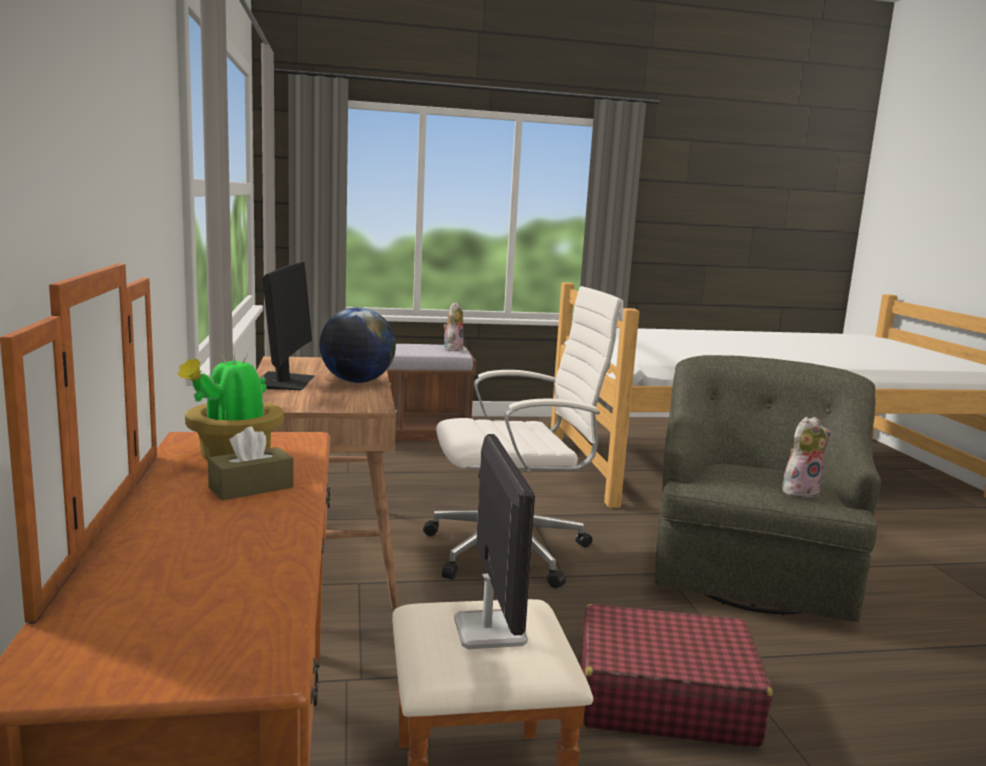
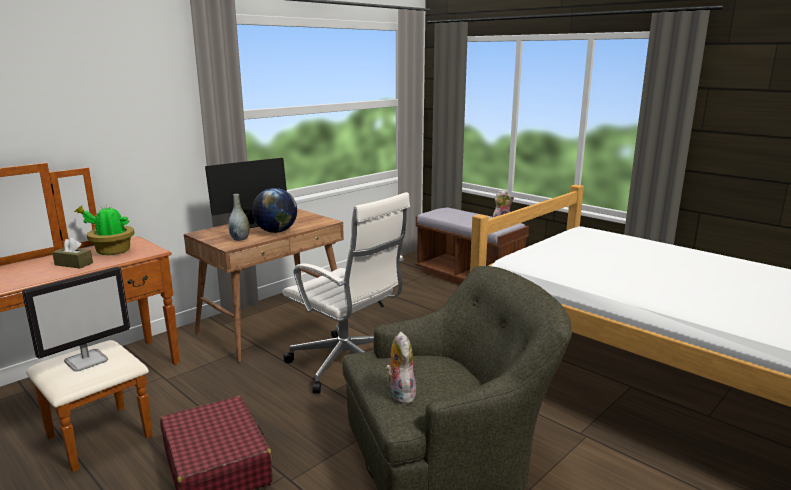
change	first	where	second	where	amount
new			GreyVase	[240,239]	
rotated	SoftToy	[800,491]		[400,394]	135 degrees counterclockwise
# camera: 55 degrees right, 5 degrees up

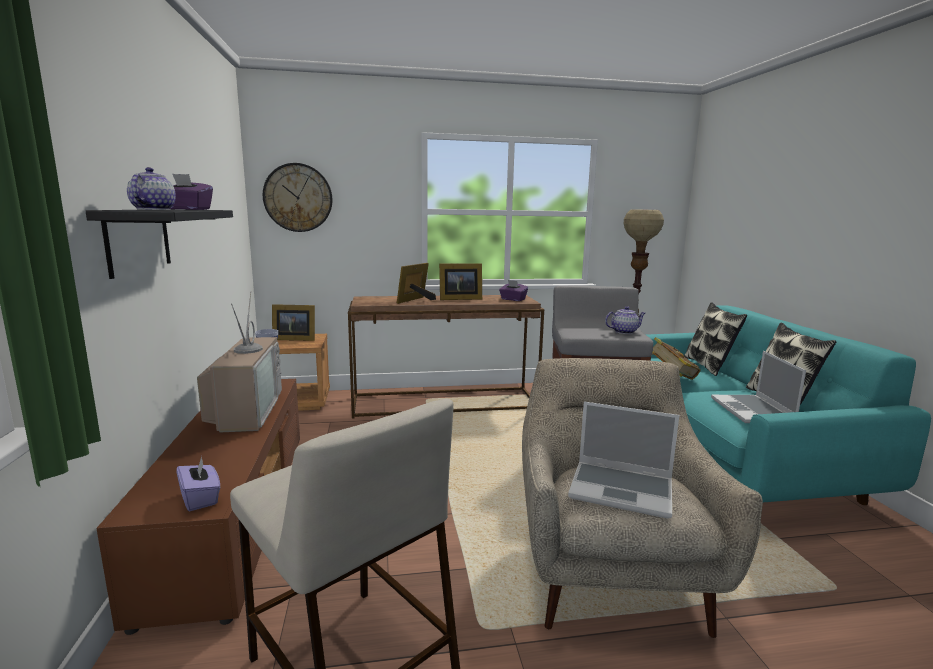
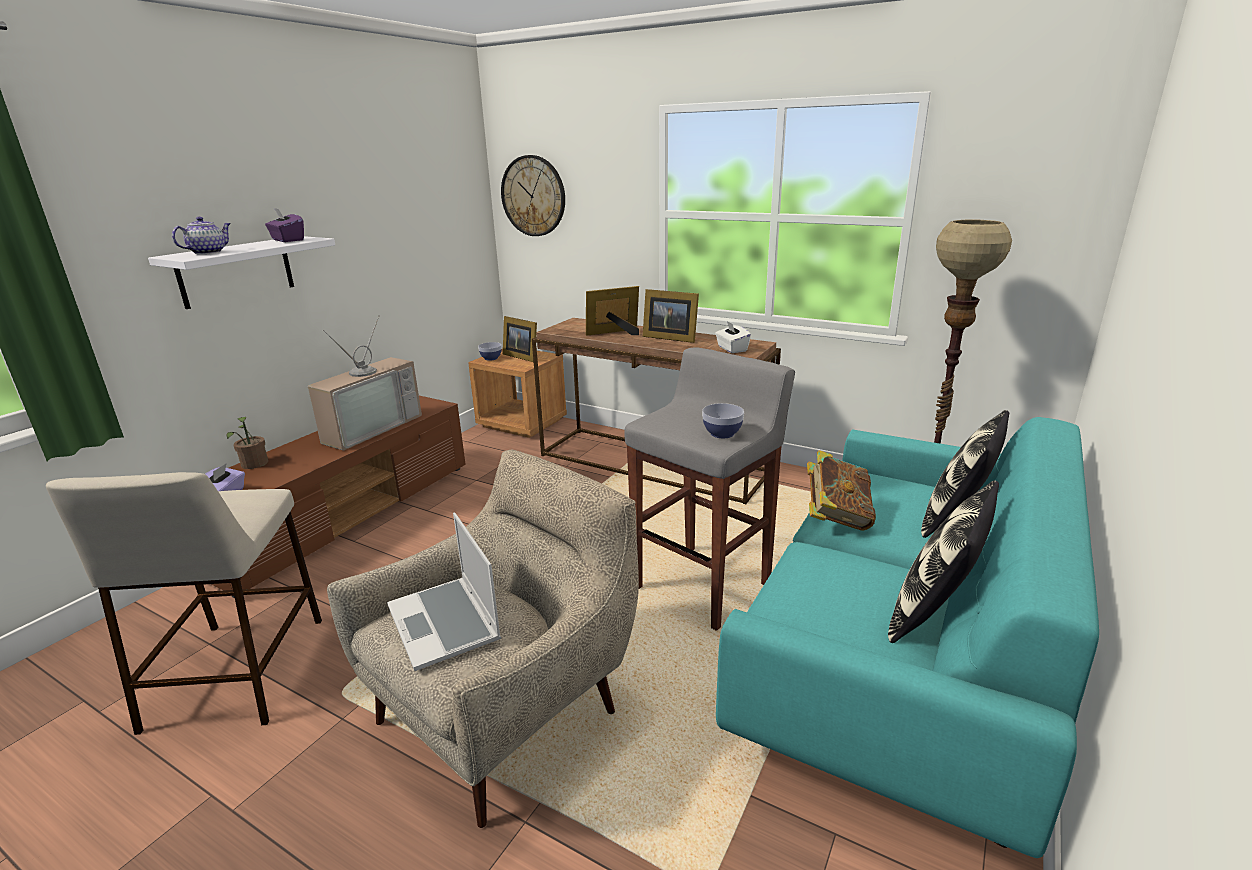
change	first	where	second	where	amount
gone	NotebookComputer	[753,411]			
new			PottedPlant	[254,465]	
swapped	PotForTea	[624,332]	DeepDish	[722,433]	
repainted	BlackColouredBracketShelf	[138,240]	WhiteBracketShelf	[236,271]	
repainted	PurpleBoxOfTissues	[513,299]	WhiteBoxOfTissues	[731,349]	
# camera: 40 degrees right, 10 degrees up

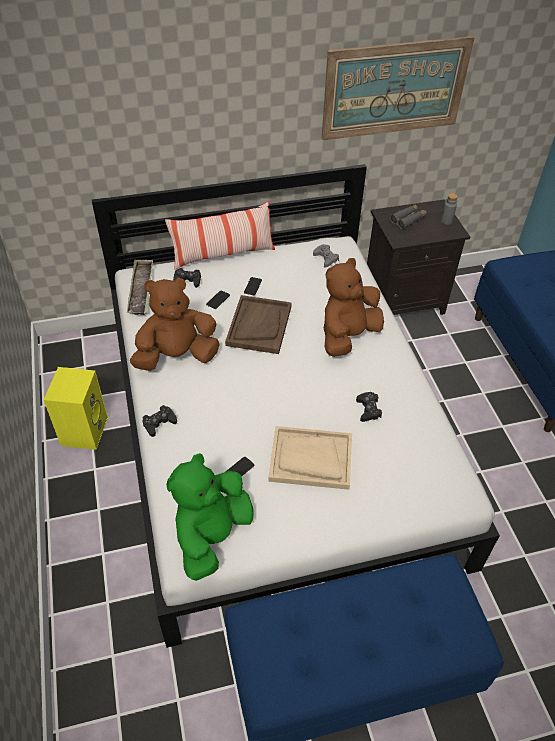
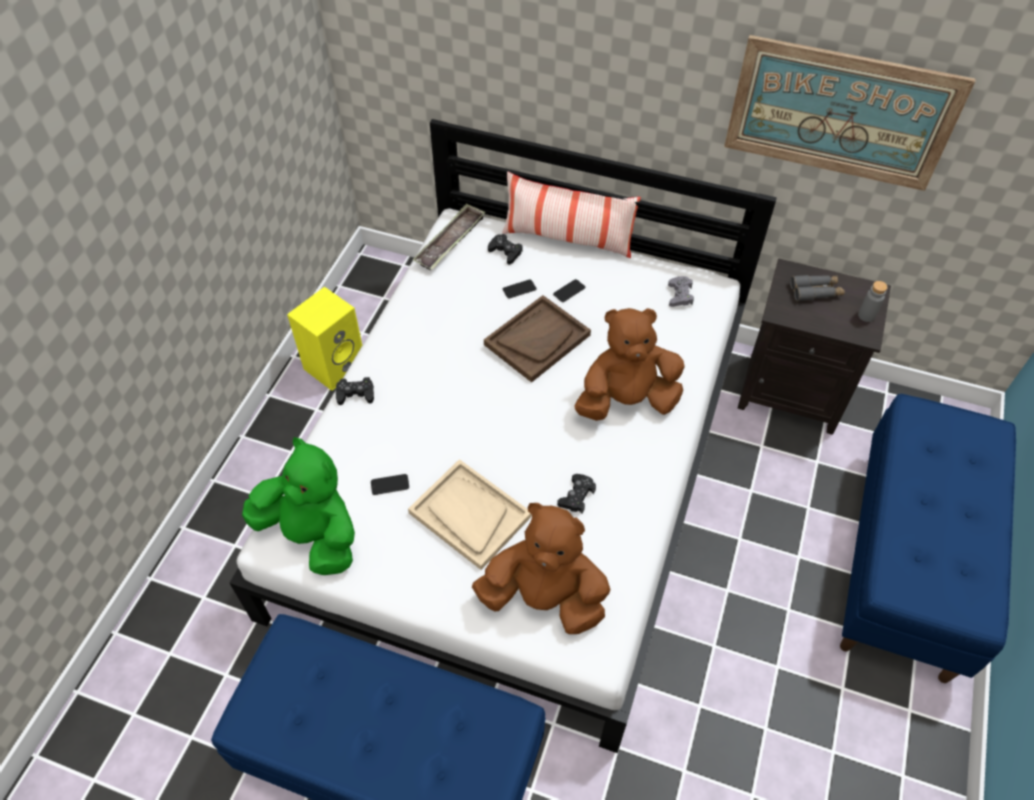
change	first	where	second	where	amount
shifted	BrownColouredSoftToy	[177,356]		[544,598]	
rotated	GreenishSoftToy	[212,535]		[313,535]	60 degrees clockwise
# camera: 35 degrees right, 5 degrees up

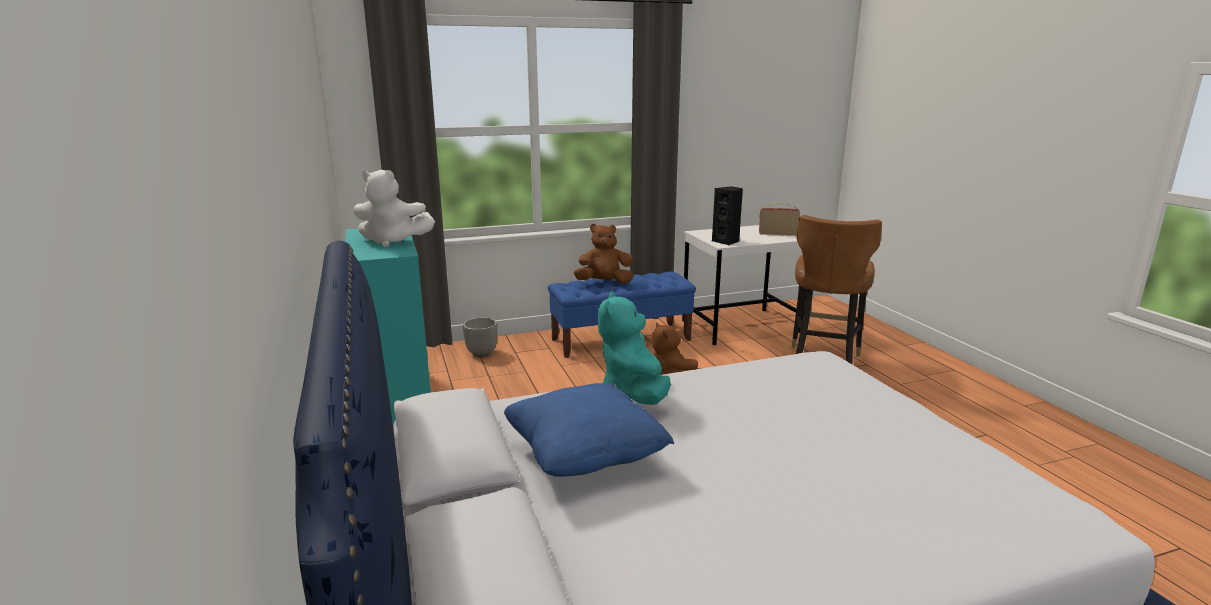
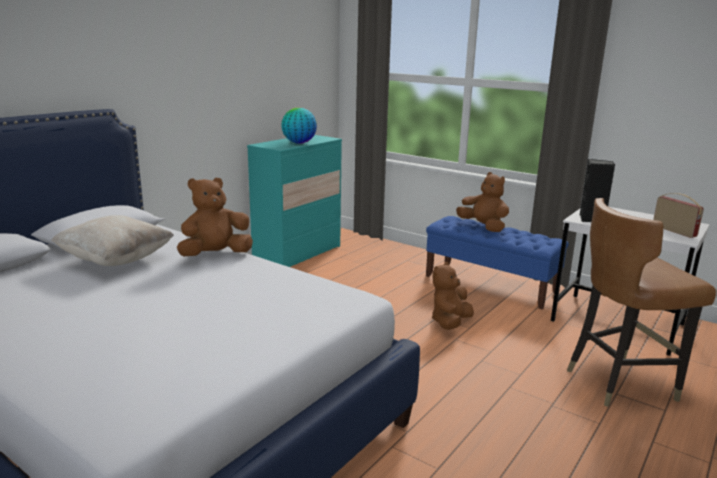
change	first	where	second	where	amount
gone	FlowerPot	[482,353]			
swapped	WhiteSoftToy	[393,241]	DeskGlobe	[299,143]	
repainted	BlueColouredCushion	[585,458]	BeigeCushion	[116,261]	
repainted	TurquoiseColouredSoftToy	[634,393]	BrownColouredSoftToy	[215,255]	
# camera: 55 degrees right, 0 degrees up

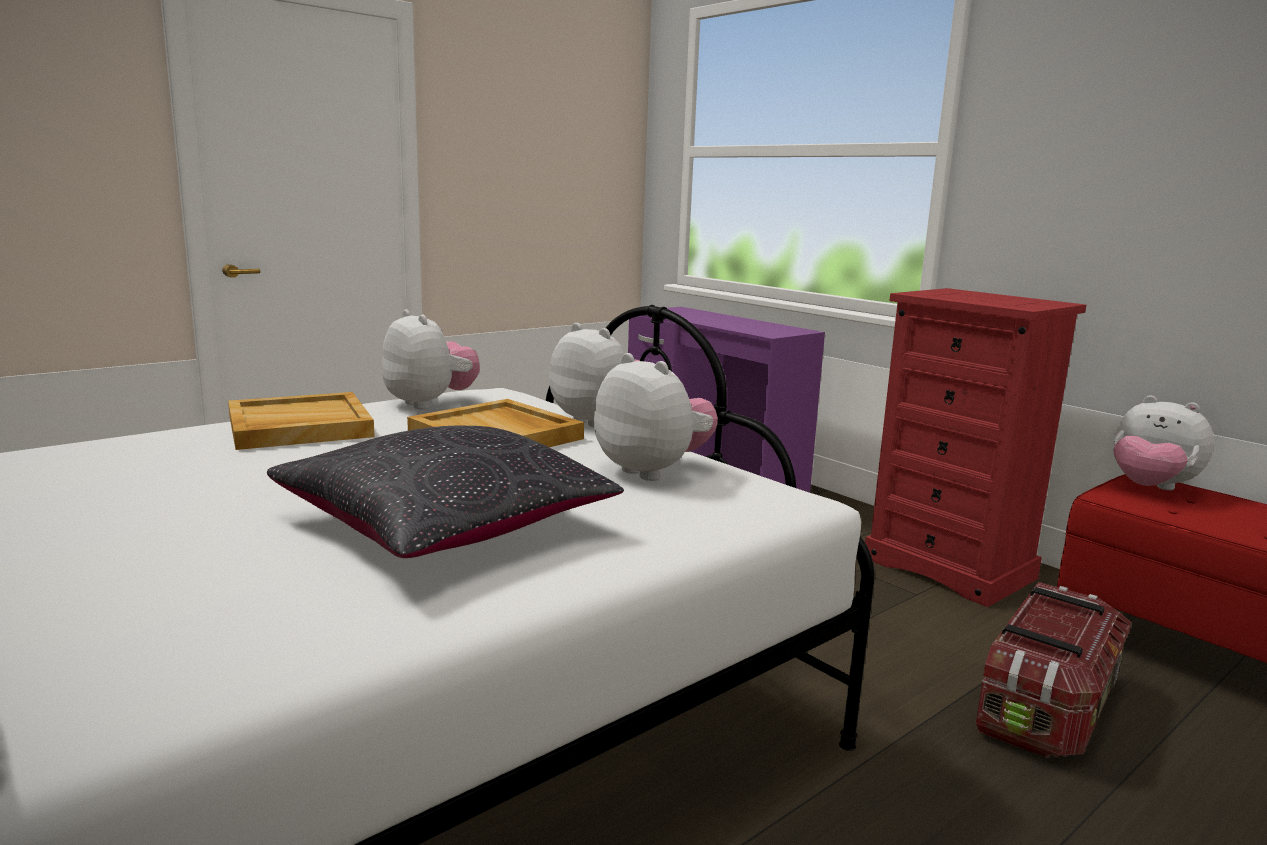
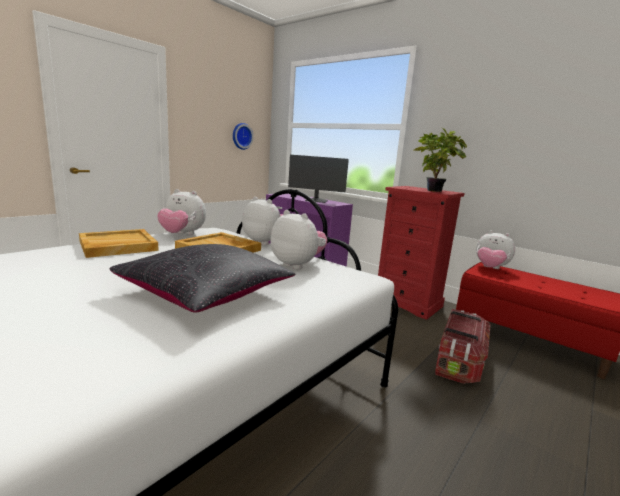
change	first	where	second	where	amount
new			ClockOnTheWall	[241,136]	
new			ComputerScreen	[316,201]	
new			PottedPlant	[434,191]	
rotated	SoftToy	[430,403]		[182,234]	150 degrees clockwise
# camera: 10 degrees left, 0 degrees up

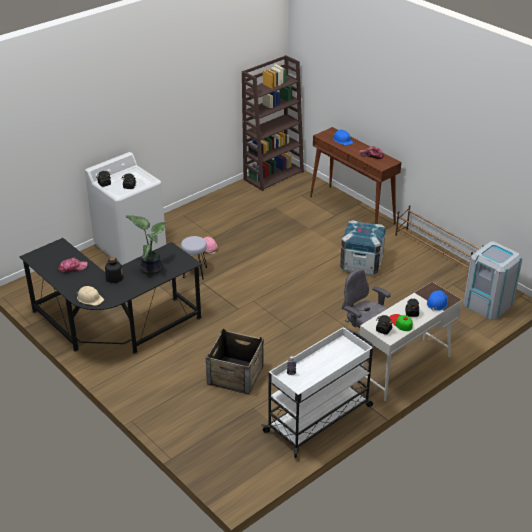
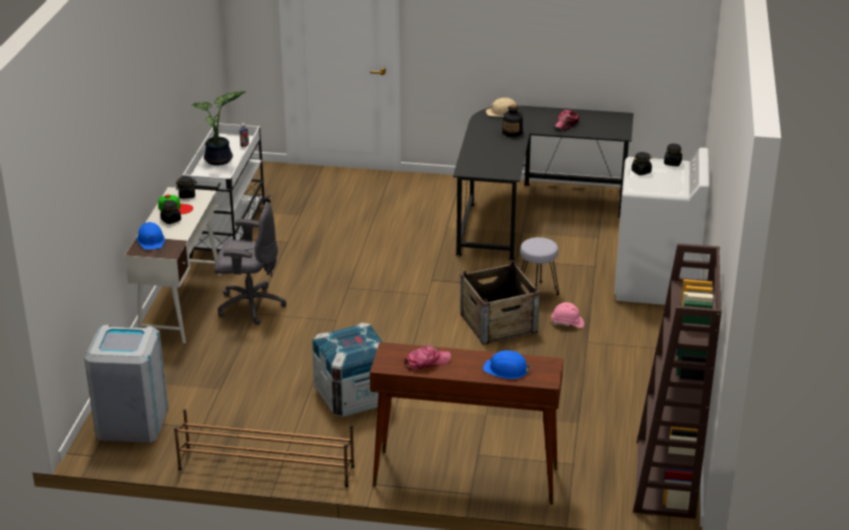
change	first	where	second	where	amount
shifted	PottedPlant	[151,268]		[220,160]	
shifted	PackingCrate	[236,375]		[498,323]	
# camera: 140 degrees right, 5 degrees down

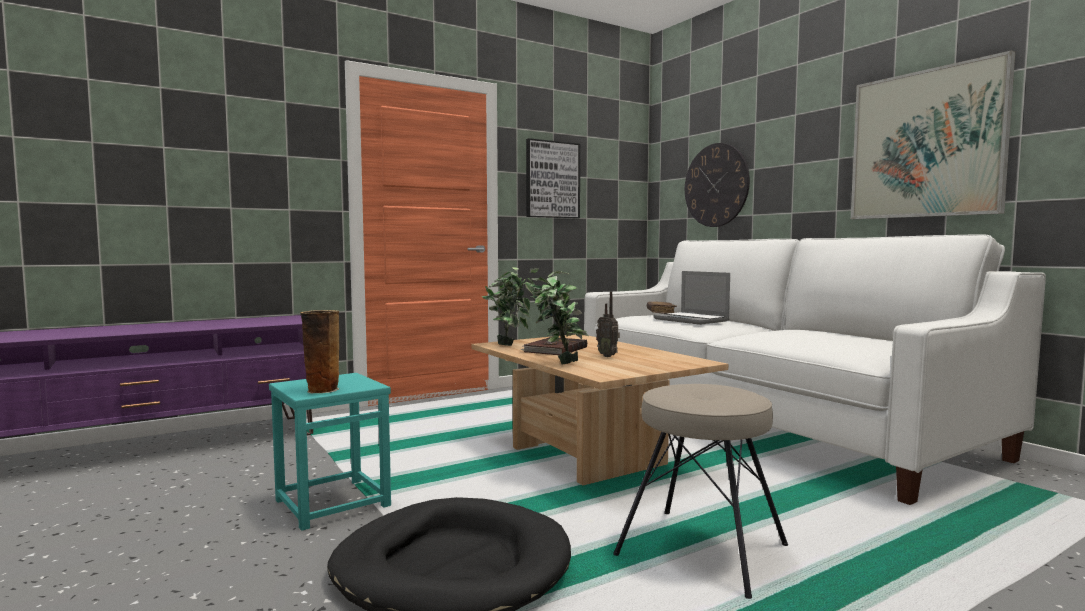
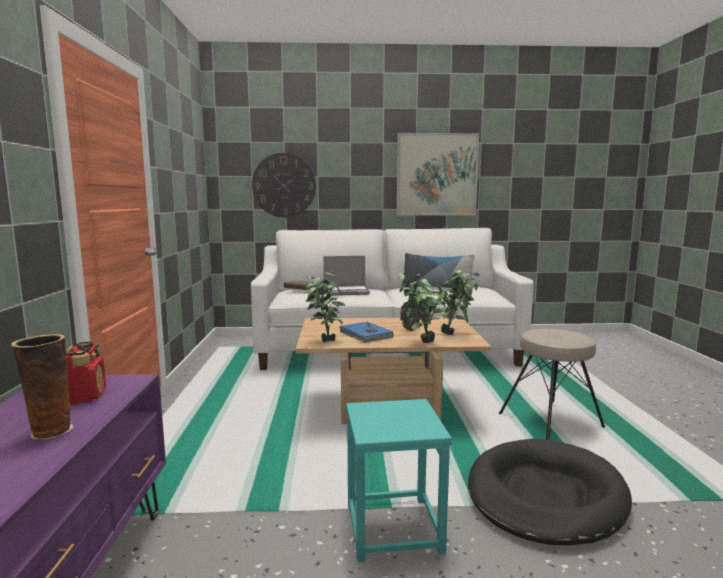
change	first	where	second	where	amount
gone	Picture	[552,180]			
new			Radio	[87,396]	
new			Cushion	[437,287]	
new			PottedPlant	[455,334]	
shifted	Vase	[322,390]		[49,431]	
repainted	BrownColouredBook	[554,349]	BlueColouredBook	[365,334]	
# camera: 60 degrees left, 5 degrees up

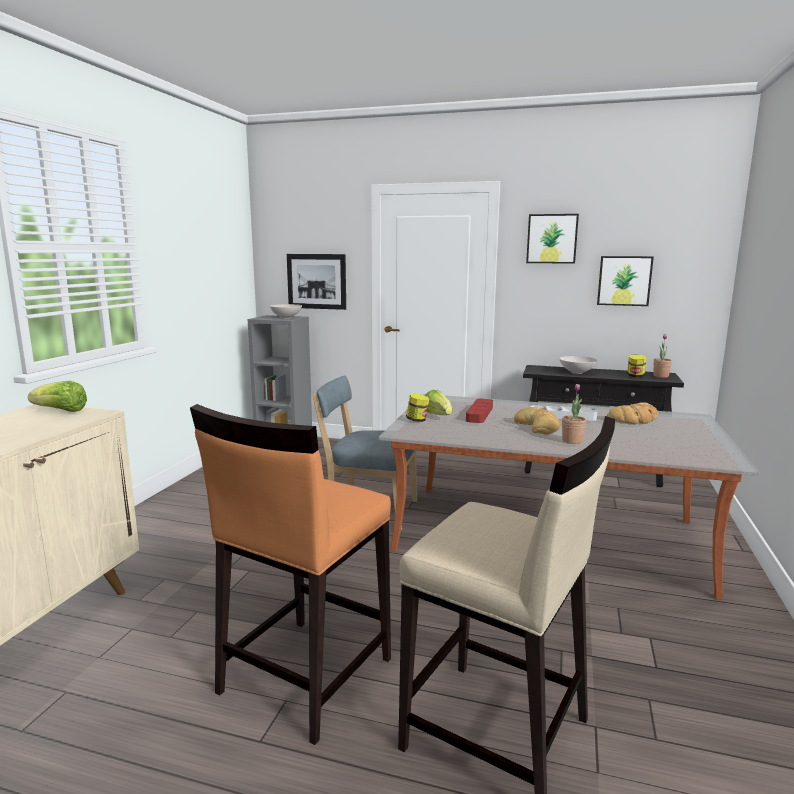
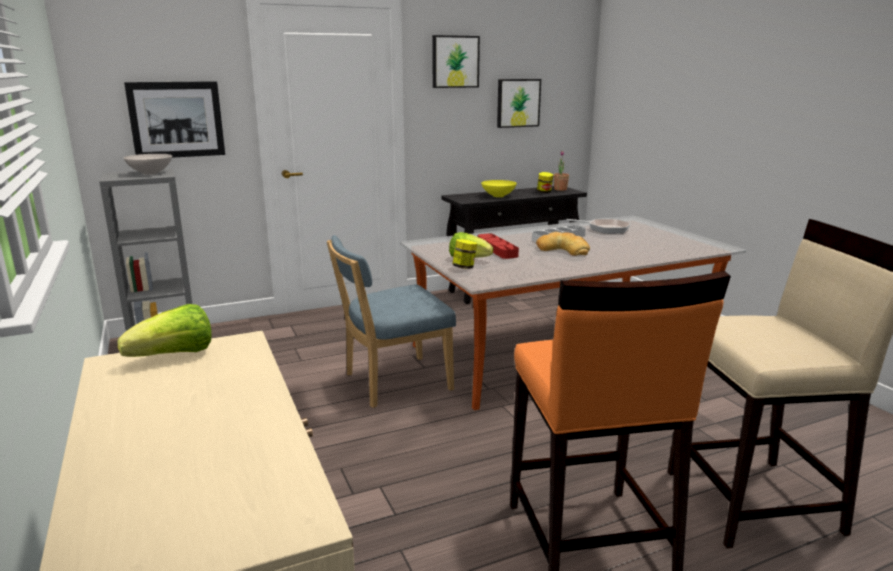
change	first	where	second	where	amount
gone	PottedPlant	[572,441]			
swapped	BakeryBread	[635,419]	FryingPan	[605,229]	
repainted	WhiteDeepDish	[577,372]	YellowDeepDish	[498,196]	
# camera: 40 degrees left, 5 degrees up

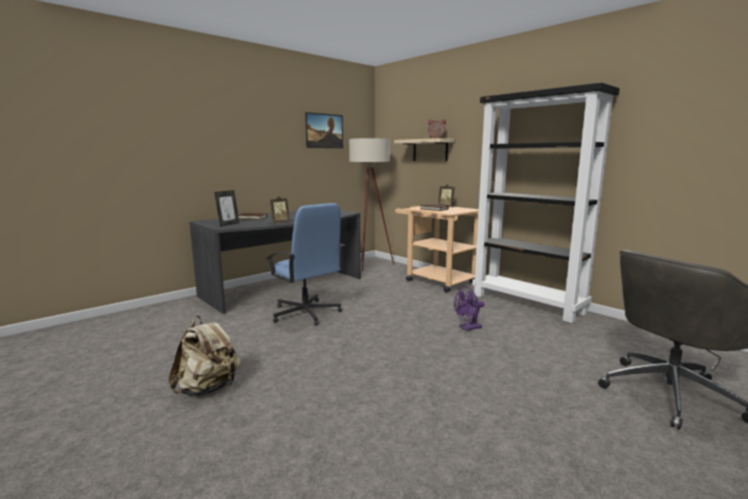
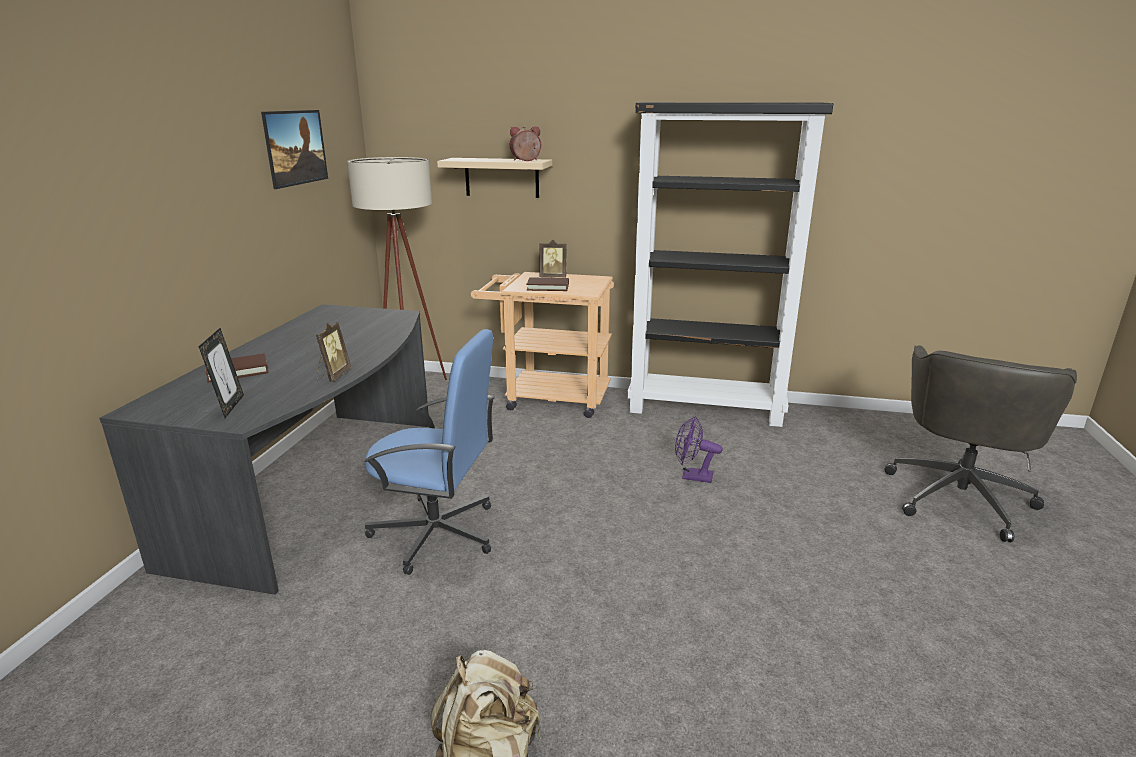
change	first	where	second	where	amount
rotated	PurpleCoolingFan	[468,328]		[692,476]	75 degrees clockwise
# camera: 35 degrees left, 10 degrees up

